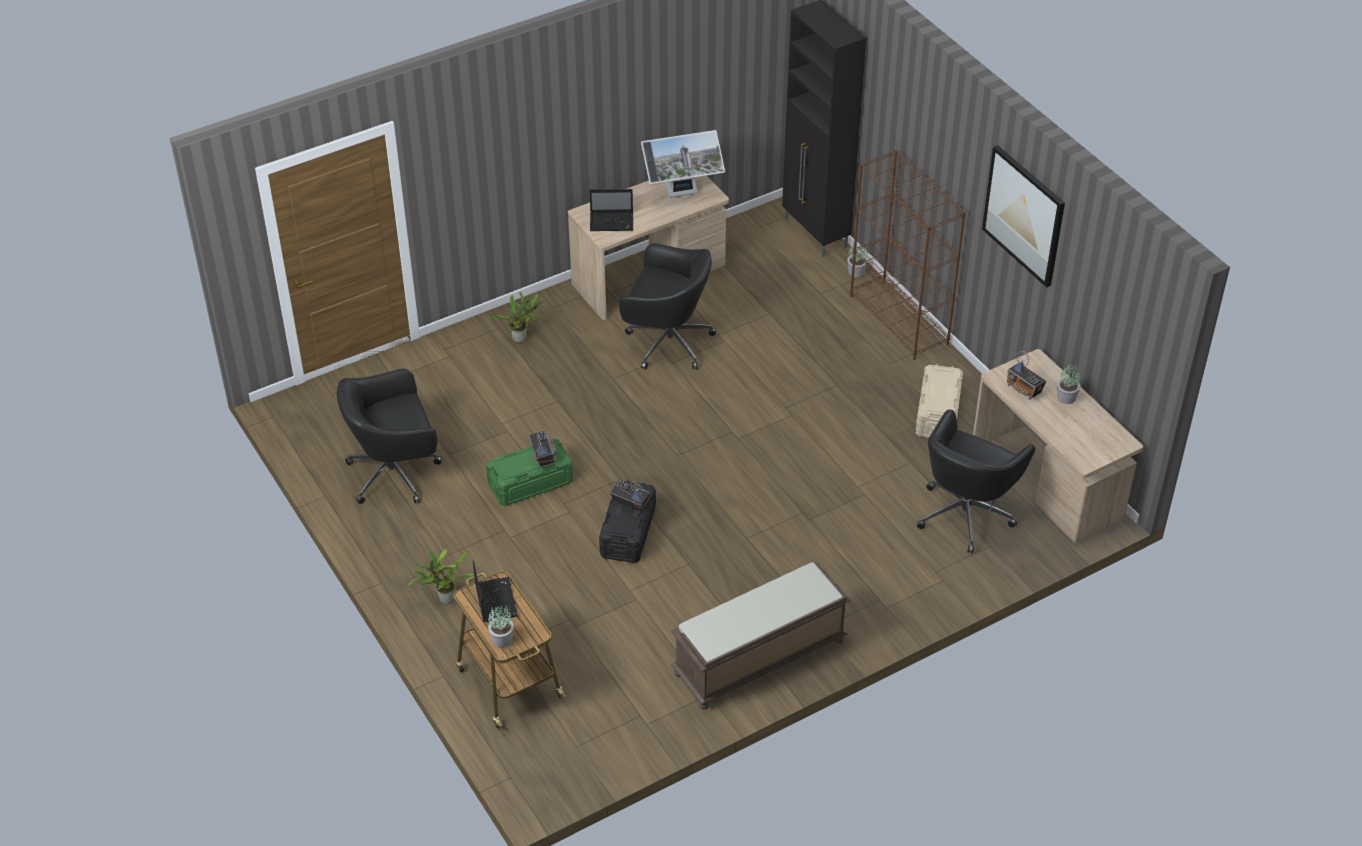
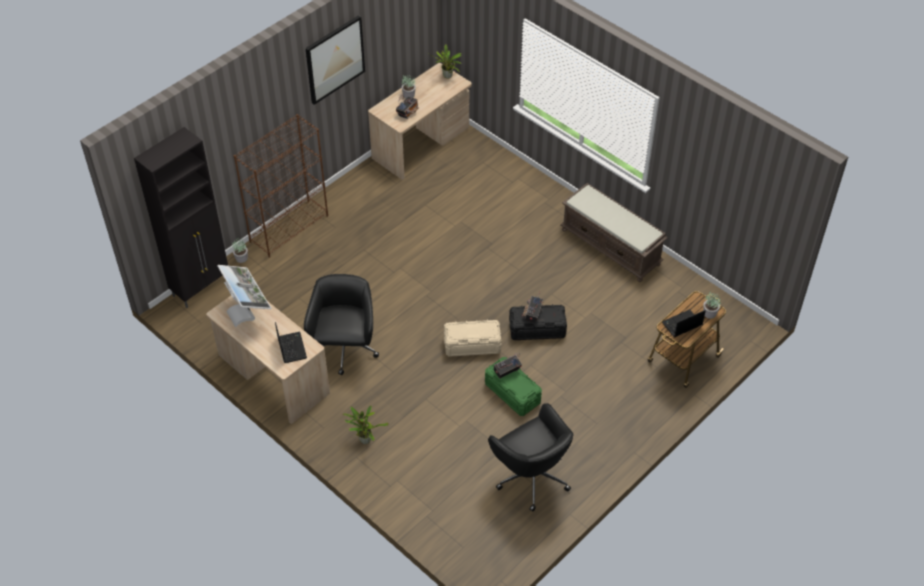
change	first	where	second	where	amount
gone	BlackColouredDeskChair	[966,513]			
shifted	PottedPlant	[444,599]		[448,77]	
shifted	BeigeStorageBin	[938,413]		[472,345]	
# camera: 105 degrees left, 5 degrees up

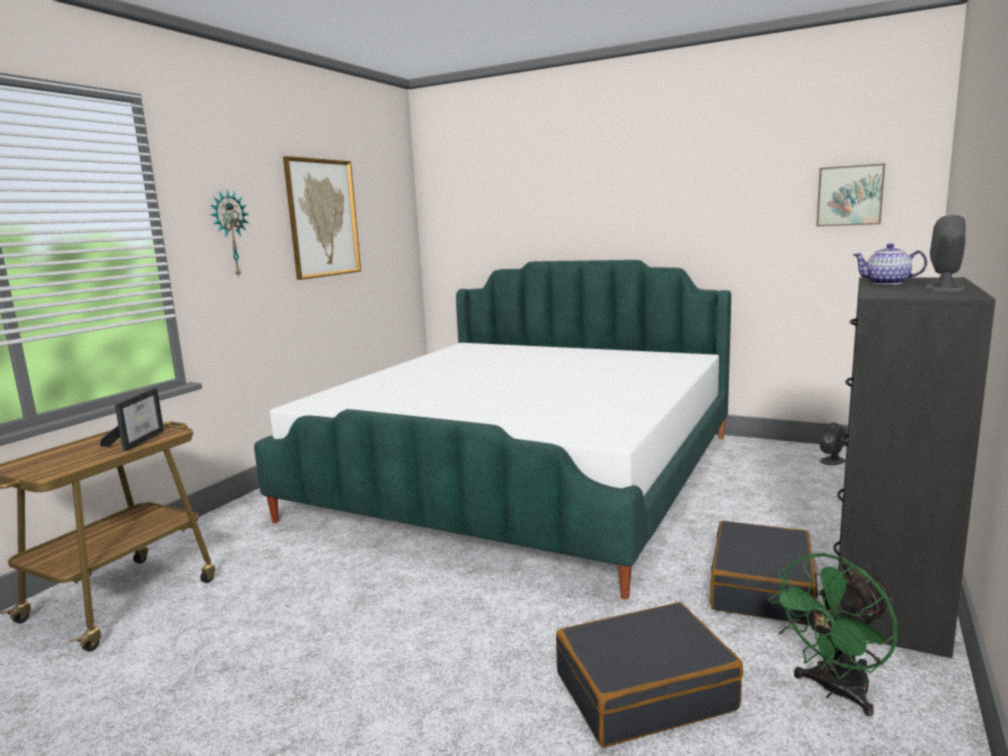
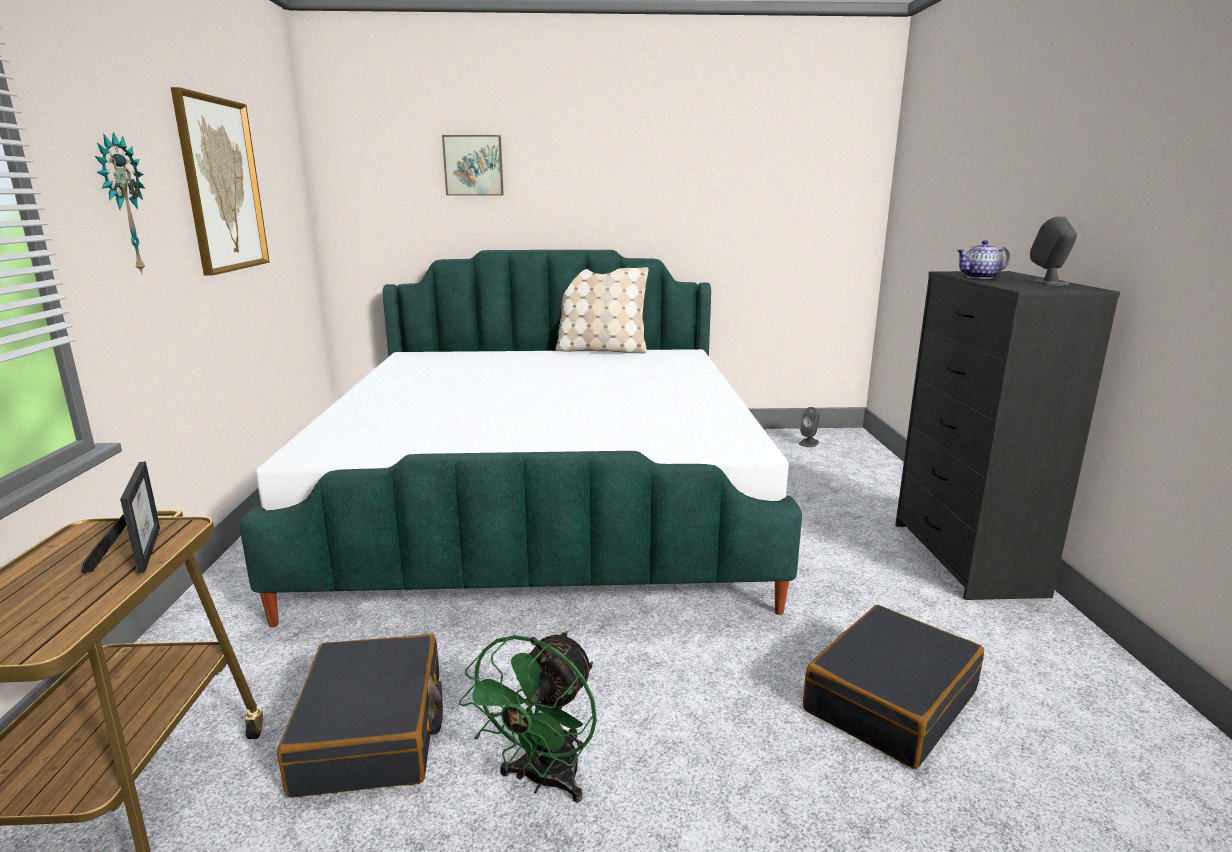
change	first	where	second	where	amount
new			BeigeCushion	[601,350]	
shifted	BlackColouredSuitcase	[762,588]		[372,732]	
shifted	GreenishCoolingFan	[834,691]		[543,780]	
shifted	Picture	[849,195]		[473,165]	
# camera: 30 degrees left, 5 degrees up

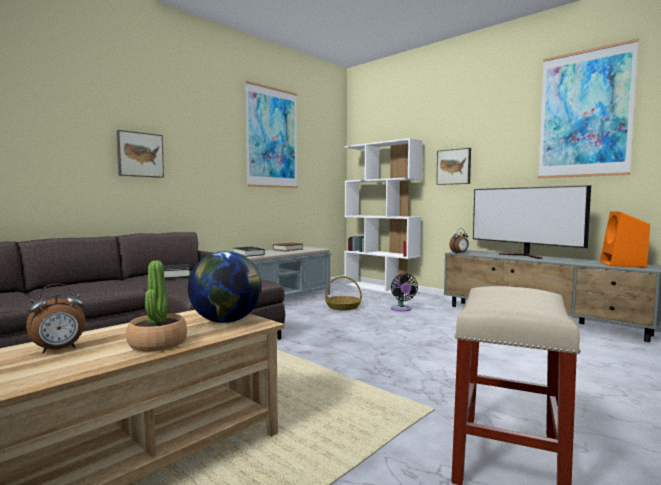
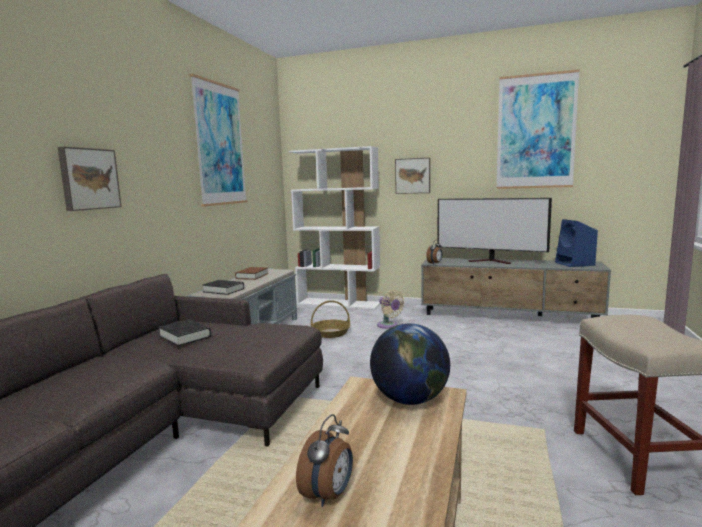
change	first	where	second	where	amount
gone	PottedPlant	[157,343]			
repainted	BlackColouredCoolingFan	[401,309]	BeigeCoolingFan	[388,326]	
repainted	OrangeySpeaker	[623,264]	BlueColouredSpeaker	[575,264]	
# camera: 25 degrees left, 5 degrees up

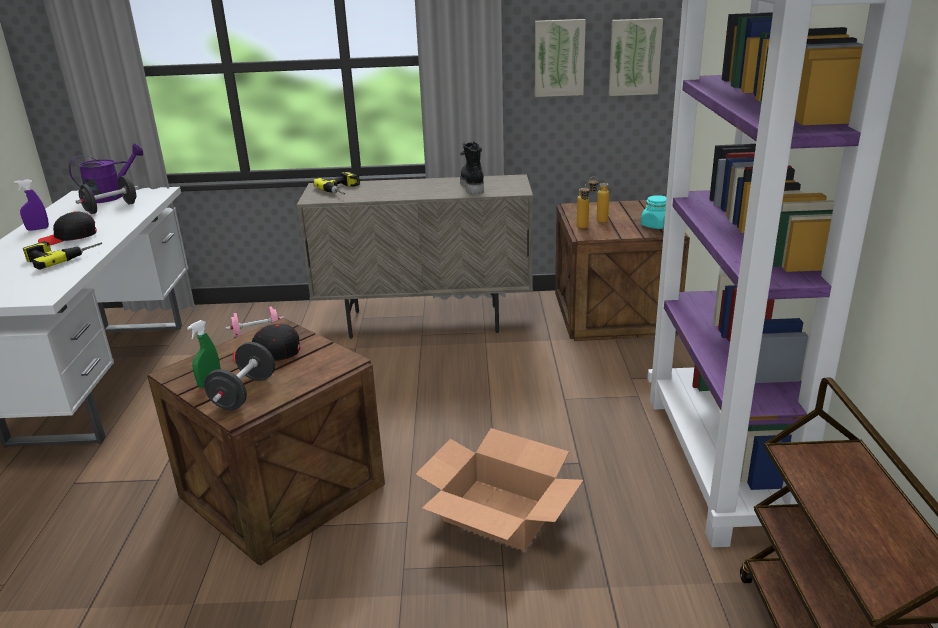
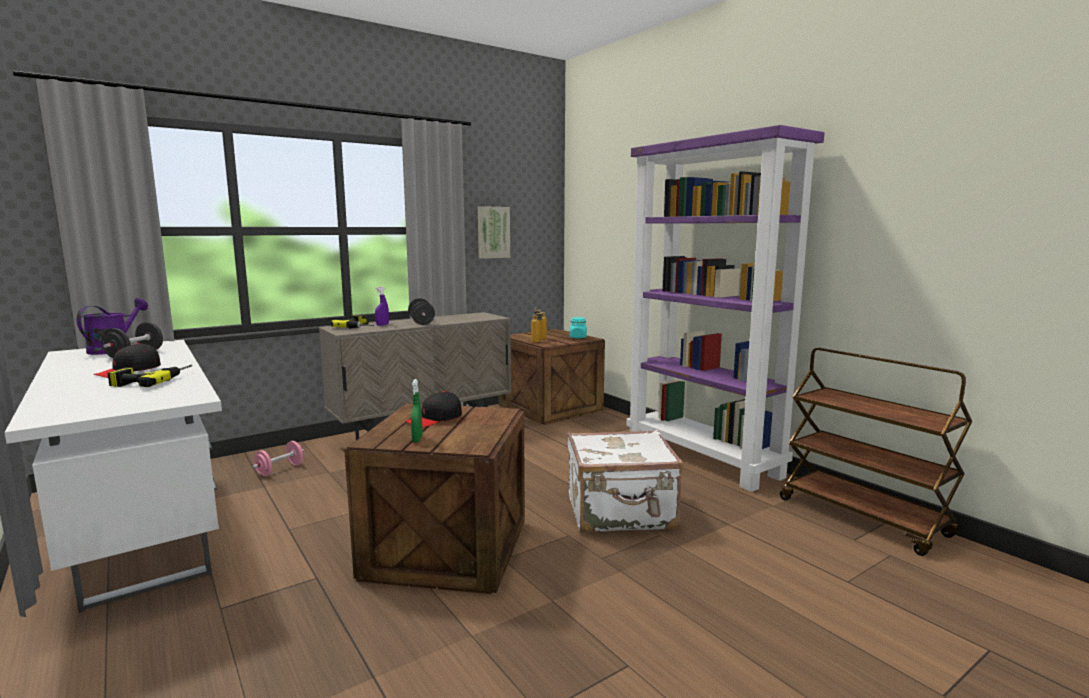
change	first	where	second	where	amount
gone	BlackColouredHighTopBoot	[471,185]			
gone	Picture	[634,57]			
shifted	PurpleSprayBottle	[38,229]		[382,325]	
shifted	BlackColouredDumbbell	[244,393]		[421,322]	
swapped	Carton	[499,514]	WhiteSuitcase	[621,513]	
# camera: 35 degrees left, 15 degrees down

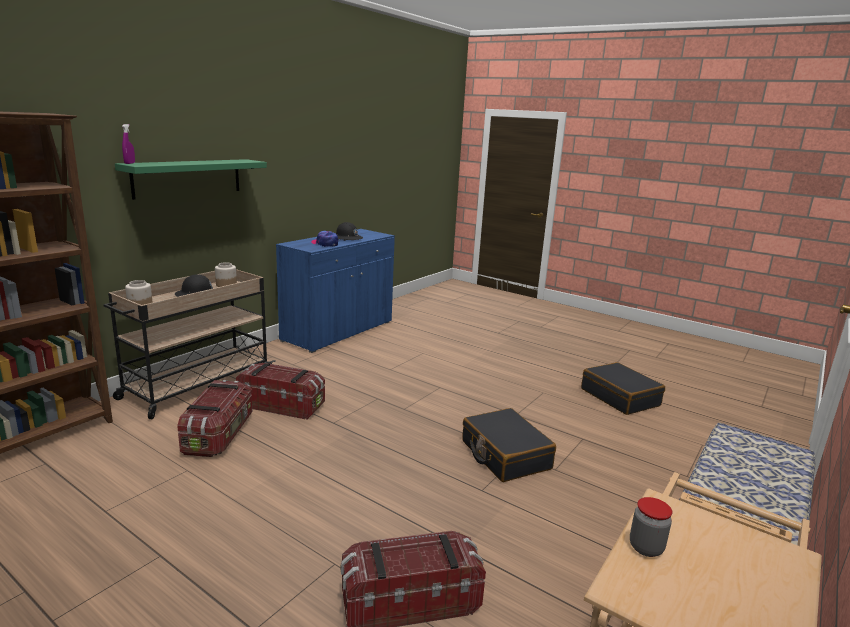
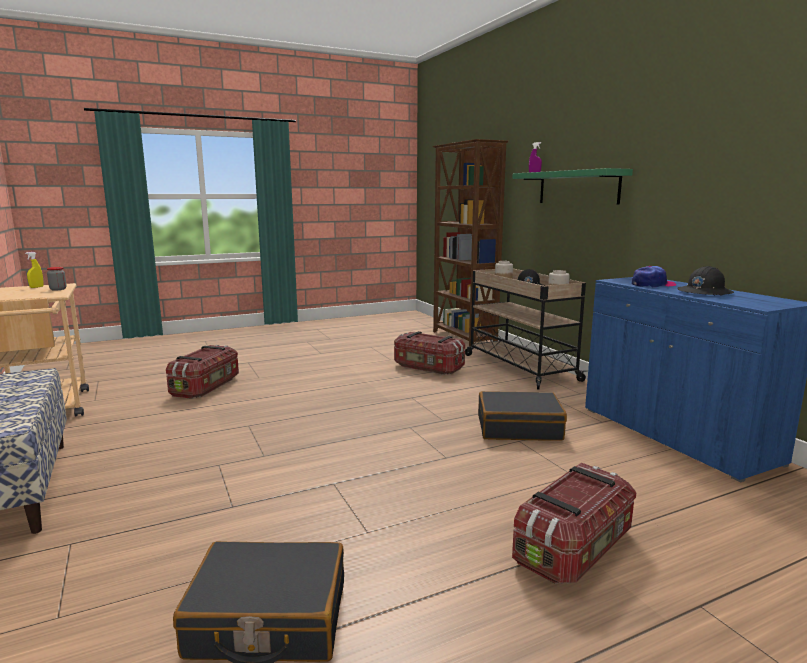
change	first	where	second	where	amount
new			YellowSprayBottle	[36,287]	
shifted	StorageBin	[282,405]		[574,548]	
shifted	BlackColouredSuitcase	[505,455]		[519,428]	
# camera: 120 degrees right, 5 degrees down

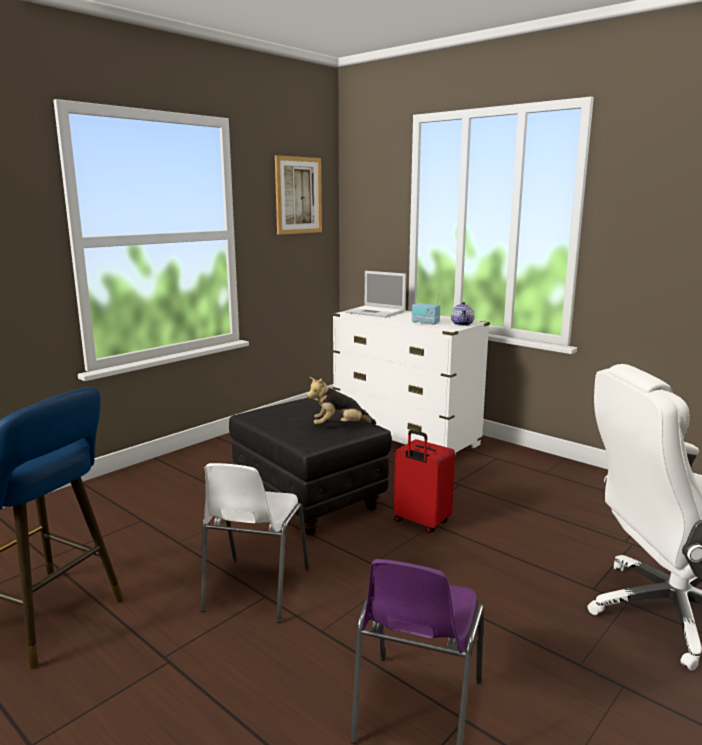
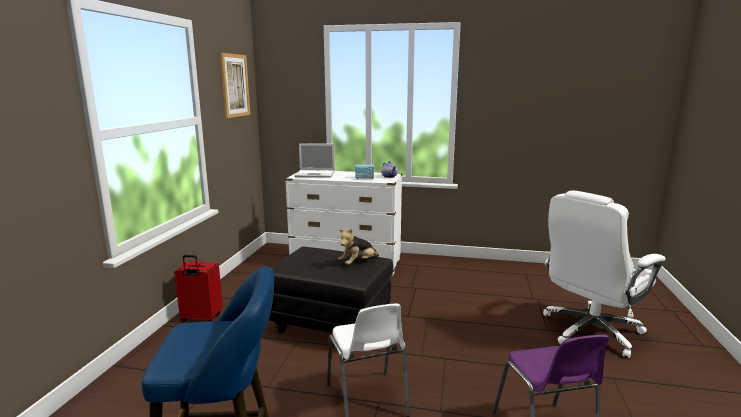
change	first	where	second	where	amount
shifted	RedSuitcase	[421,522]		[201,318]	
# camera: 30 degrees left, 0 degrees up

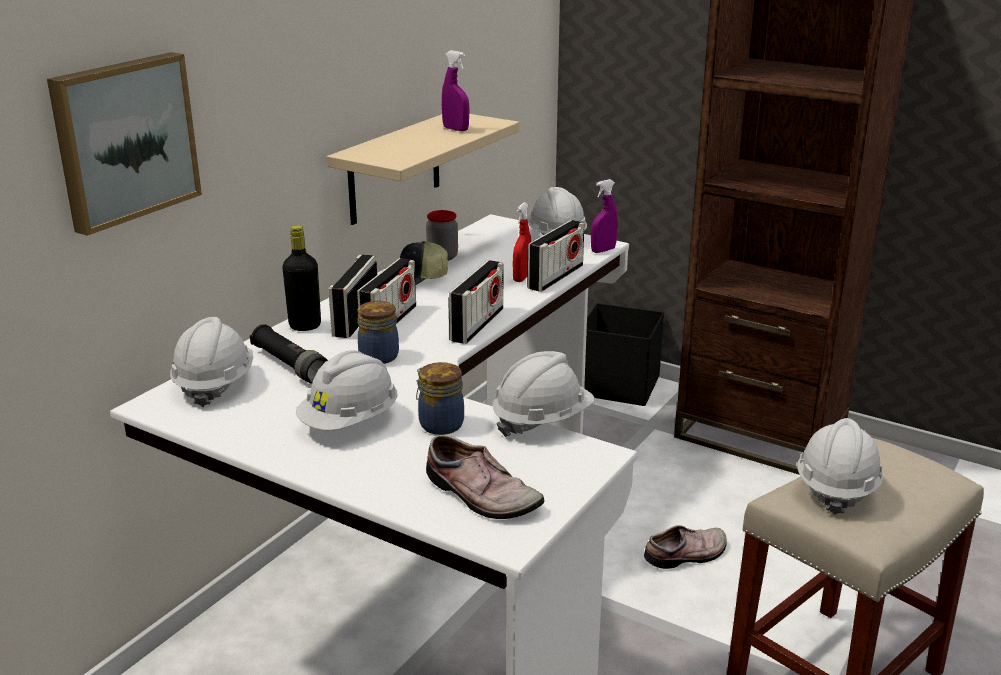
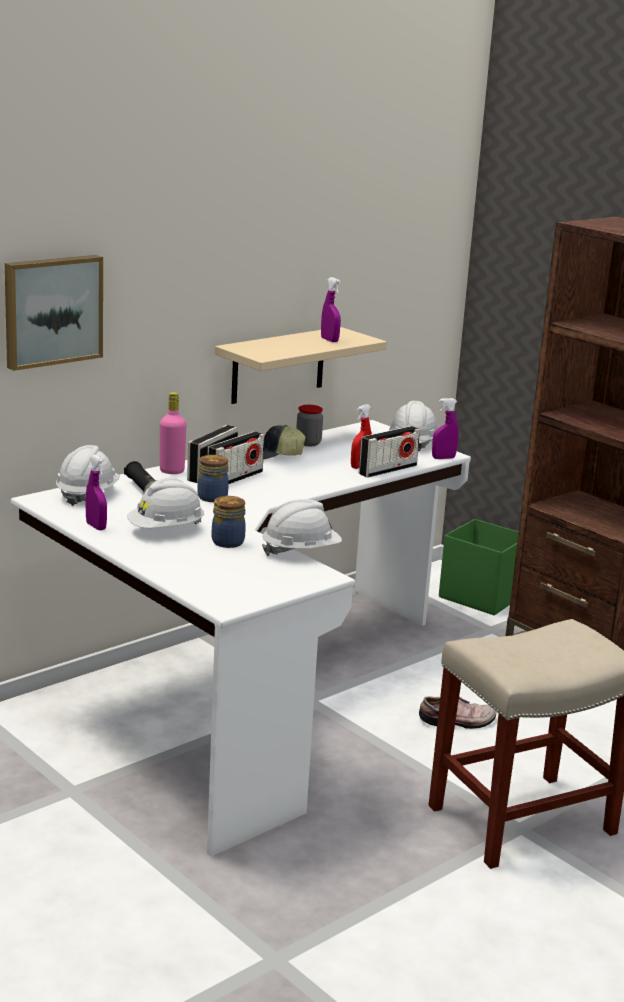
change	first	where	second	where	amount
gone	Shoe	[479,496]			
gone	Radio	[477,324]			
gone	WhiteHardHat	[836,488]			
new			PurpleSprayBottle	[96,526]	
repainted	BlackColouredBottle	[305,326]	PinkishBottle	[172,471]	
repainted	BlackColouredStorageBin	[617,385]	GreenishStorageBin	[480,596]	
# camera: 15 degrees right, 5 degrees down

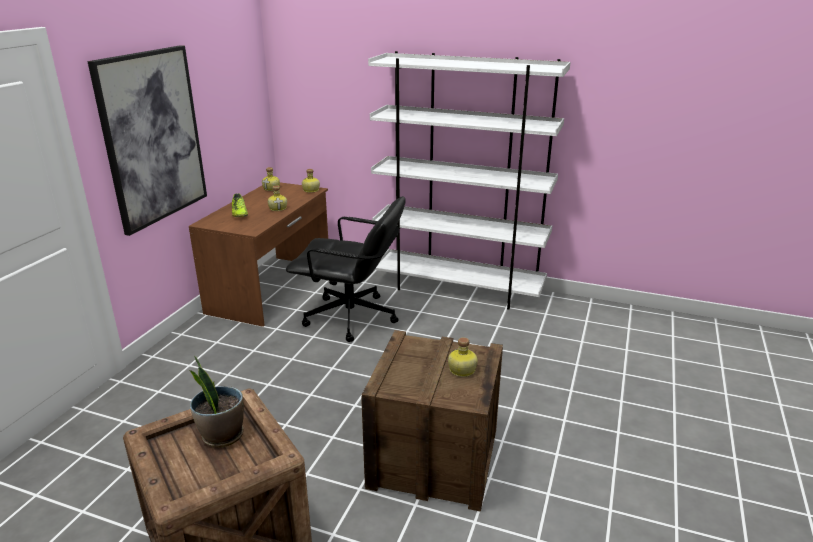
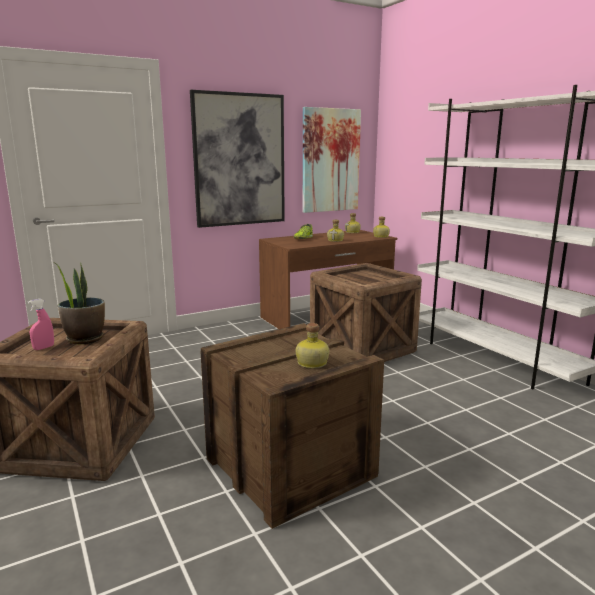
change	first	where	second	where	amount
new			PinkishSprayBottle	[43,348]	
new			Picture	[330,160]	
swapped	BlackColouredDeskChair	[351,318]	PackingCrate	[362,349]	
# camera: 40 degrees right, 10 degrees down

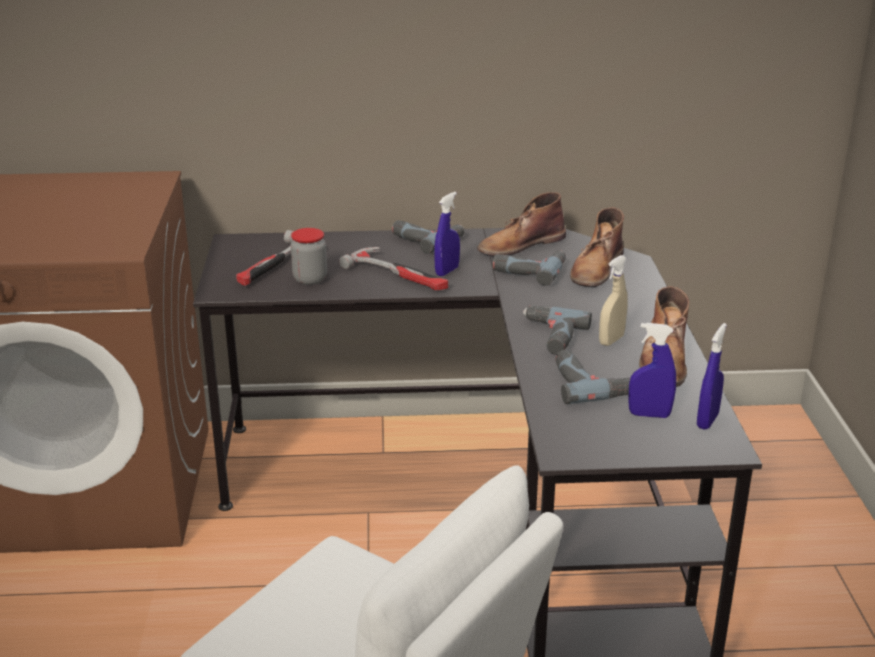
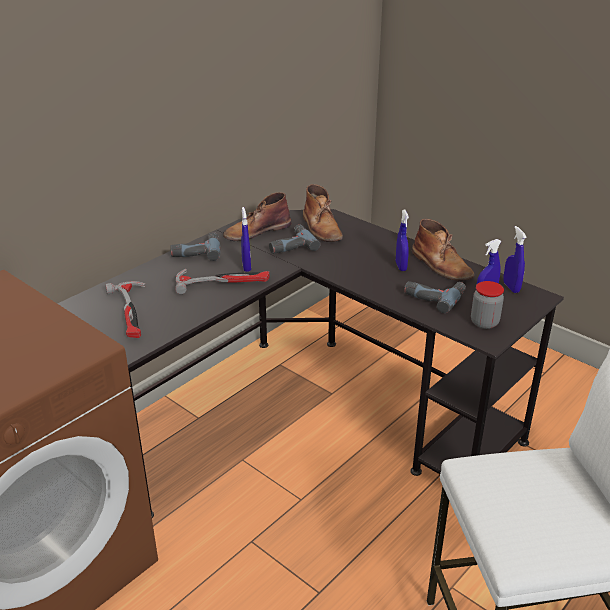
change	first	where	second	where	amount
gone	Drill	[550,336]			
shifted	PreserveJar	[310,279]		[484,322]	
repainted	BeigeSprayBottle	[611,340]	BlueColouredSprayBottle	[401,266]	
rotated	BrownColouredHighTopBoot	[520,244]		[256,231]	45 degrees clockwise
# camera: 45 degrees left, 5 degrees up

